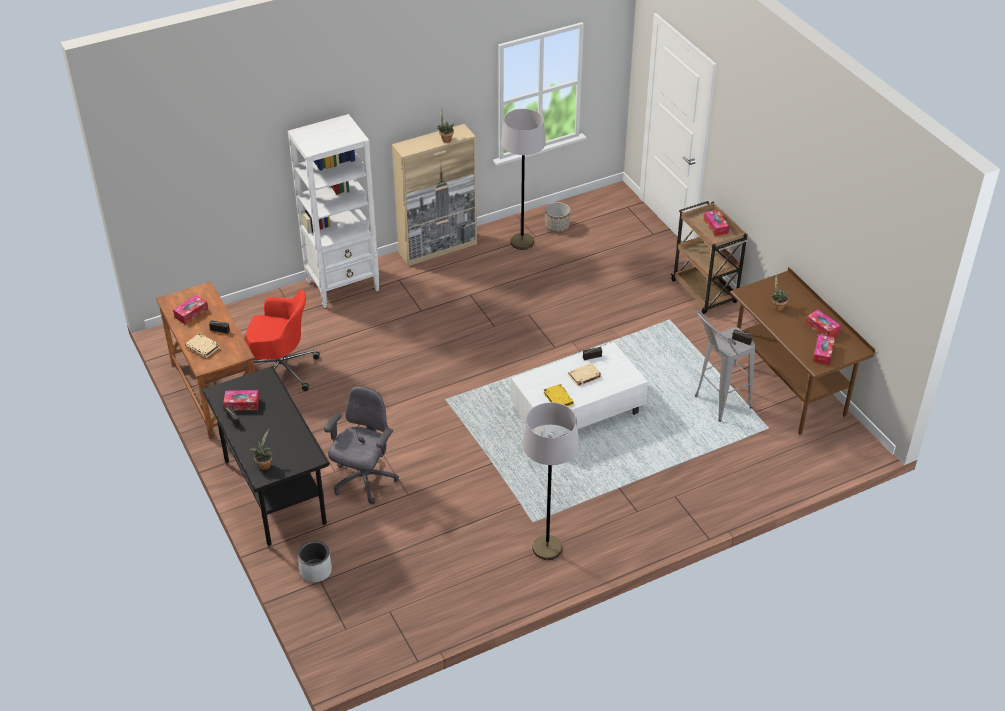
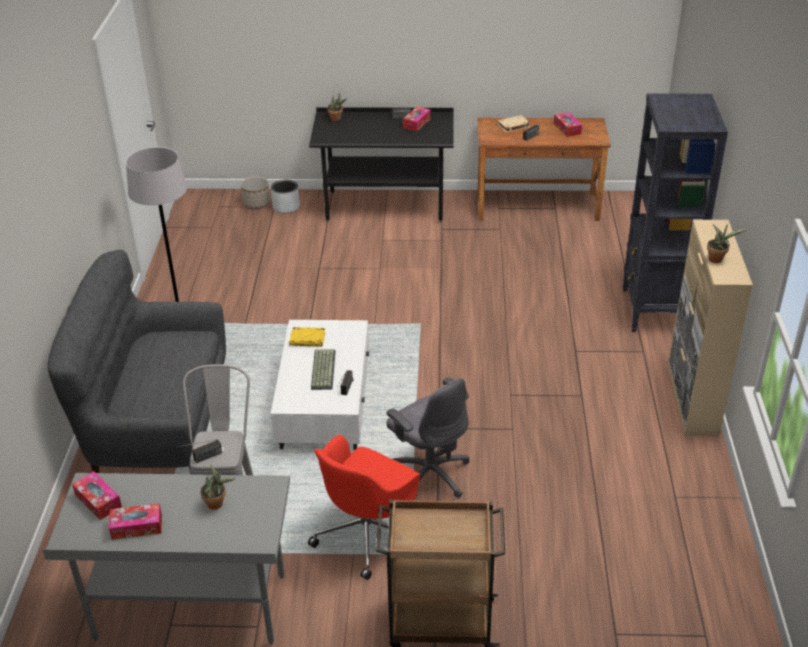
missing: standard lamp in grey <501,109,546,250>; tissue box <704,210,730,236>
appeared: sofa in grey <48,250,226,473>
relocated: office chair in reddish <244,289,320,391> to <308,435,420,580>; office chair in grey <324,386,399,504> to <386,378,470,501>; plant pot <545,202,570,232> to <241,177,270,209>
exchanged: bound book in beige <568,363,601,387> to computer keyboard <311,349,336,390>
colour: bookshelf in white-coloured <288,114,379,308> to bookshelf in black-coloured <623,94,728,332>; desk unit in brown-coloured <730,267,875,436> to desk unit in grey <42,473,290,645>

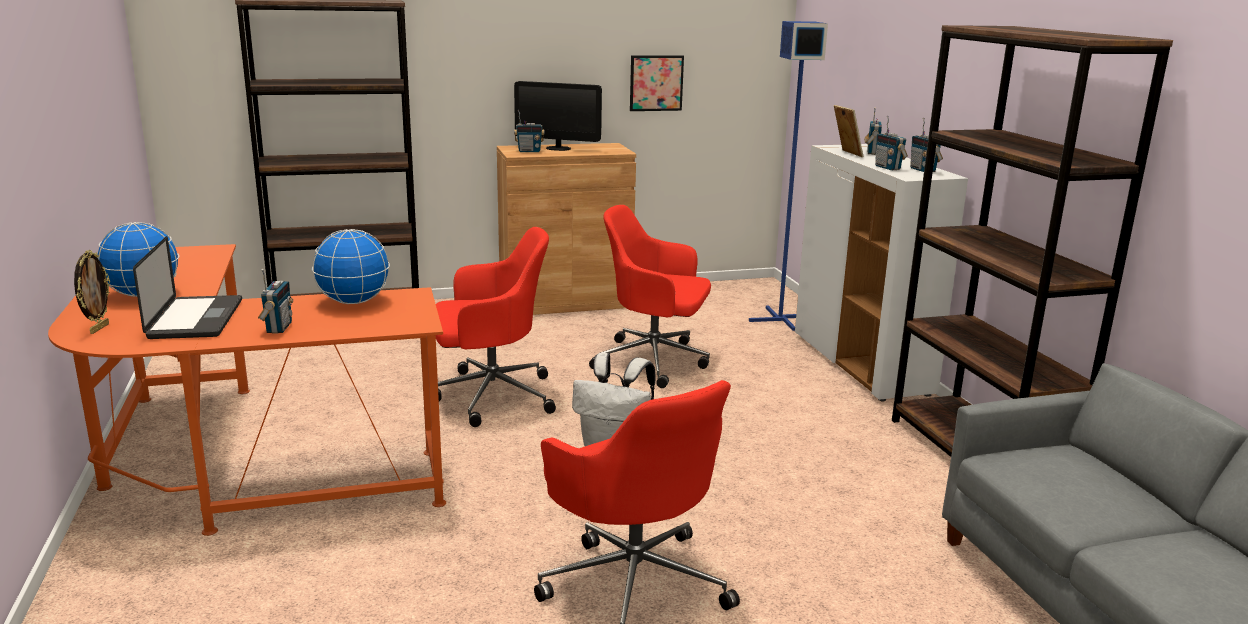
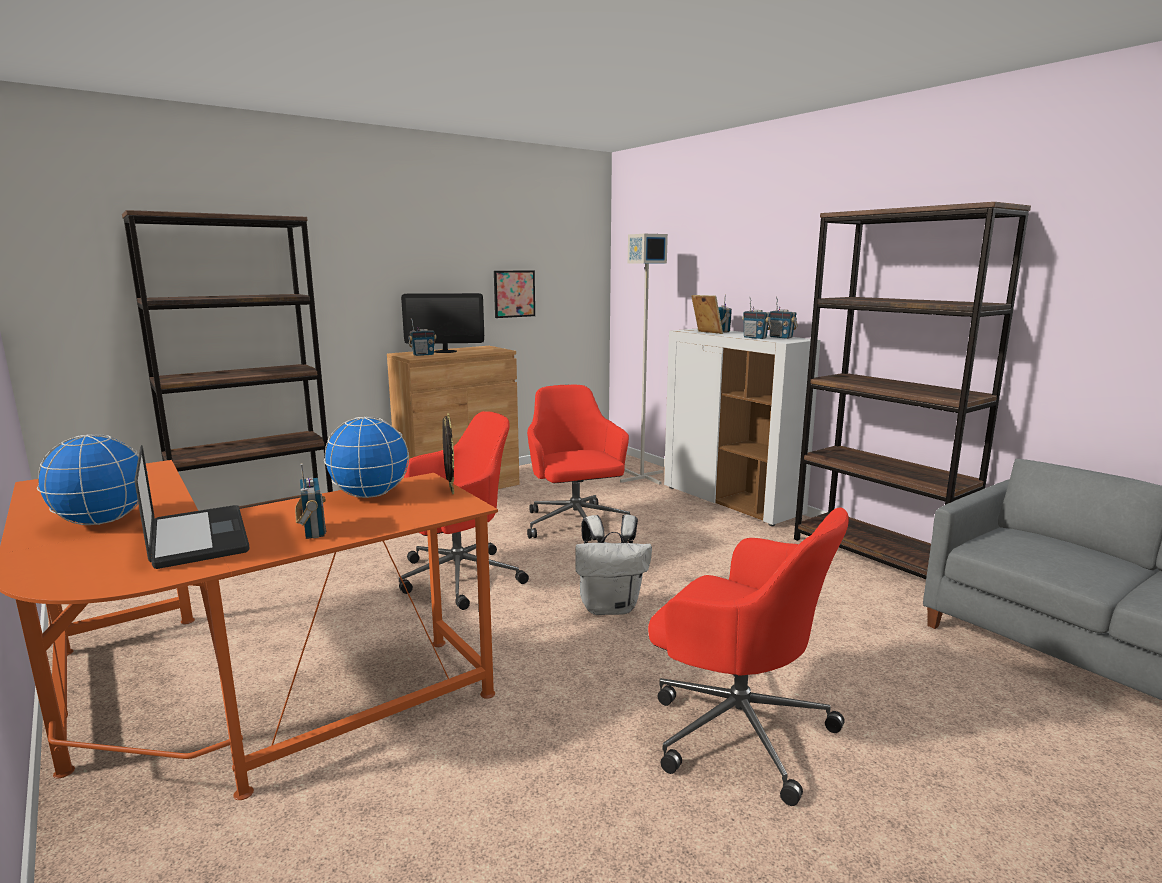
relocated: picture frame <74,250,110,334> to <442,413,454,494>
colour: standard lamp in blue-coloured <749,21,828,331> to standard lamp in grey <620,234,668,485>
spun: office chair in reddish <589,205,711,388> = <527,385,631,541> 75 degrees clockwise

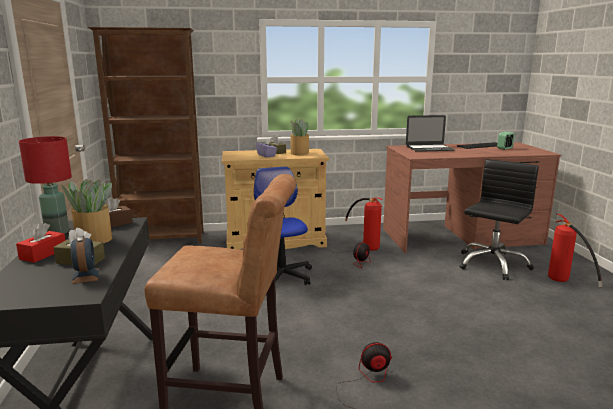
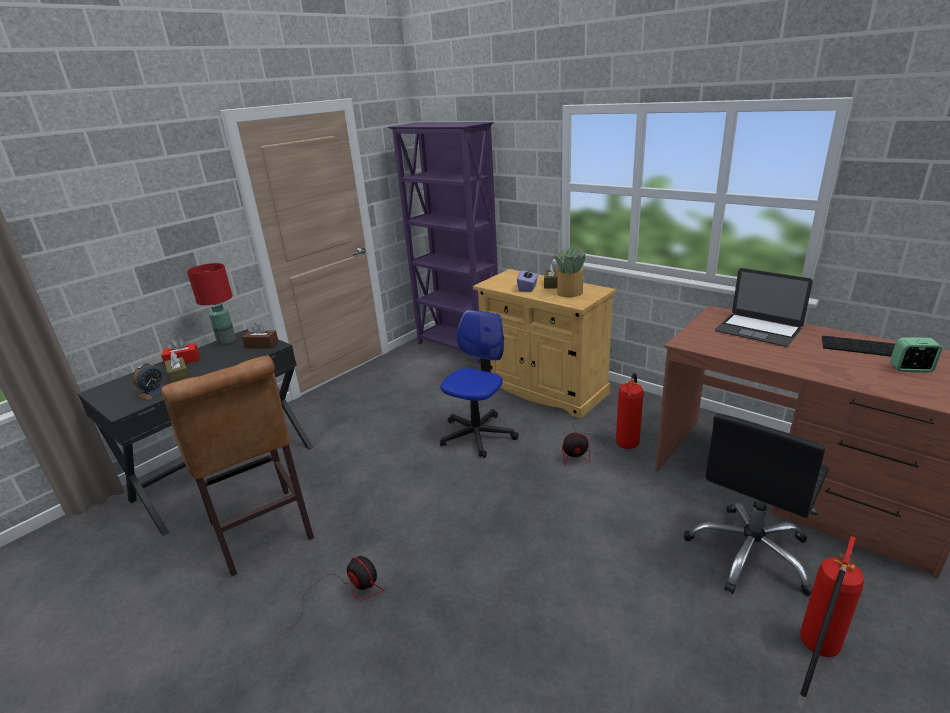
missing: plant in a pot <61,179,112,243>
colour: bookshelf in brown-coloured <88,27,204,244> to bookshelf in purple <388,122,498,364>
spun: office chair in black-coloured <459,159,539,280> = <684,413,829,596> 135 degrees clockwise

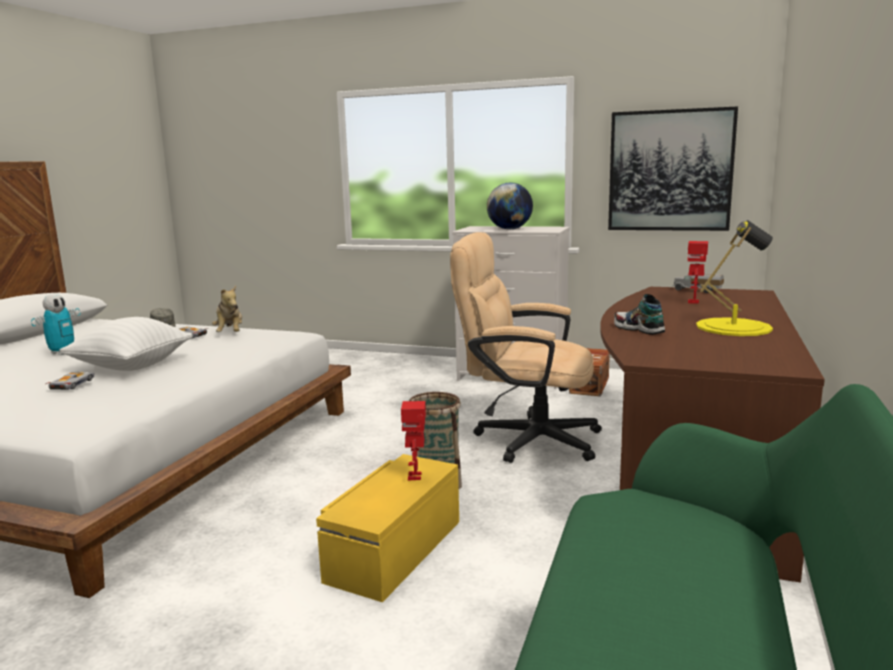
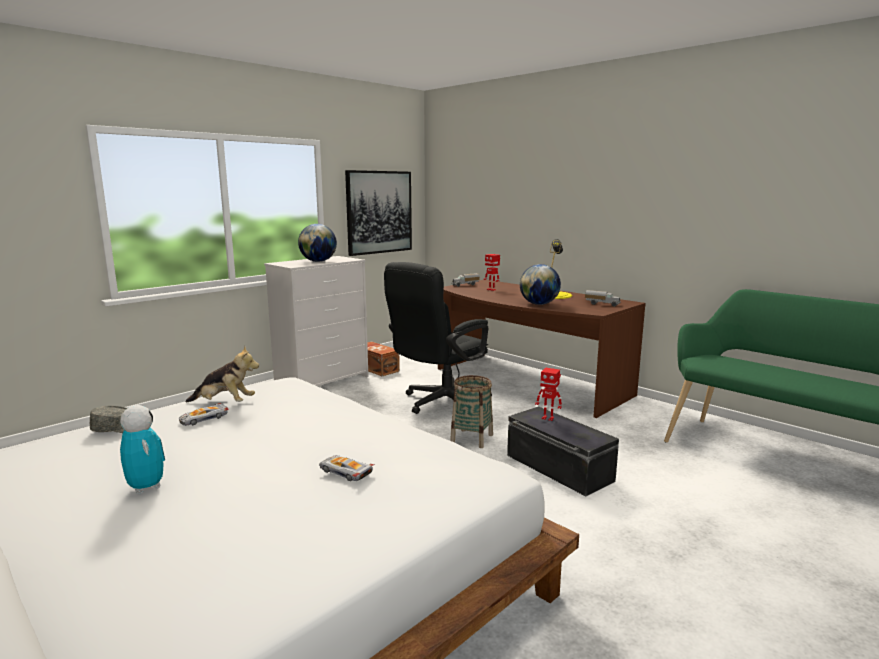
missing: cushion in white-coloured <59,317,193,371>
appeared: model truck <585,290,620,307>
exchanged: shoe <614,294,665,335> to desk globe <520,264,561,305>
colour: storage bin in yellowish <316,454,459,602> to storage bin in black-coloured <507,406,619,496>; office chair in beige <450,232,602,463> to office chair in black-coloured <384,262,492,414>

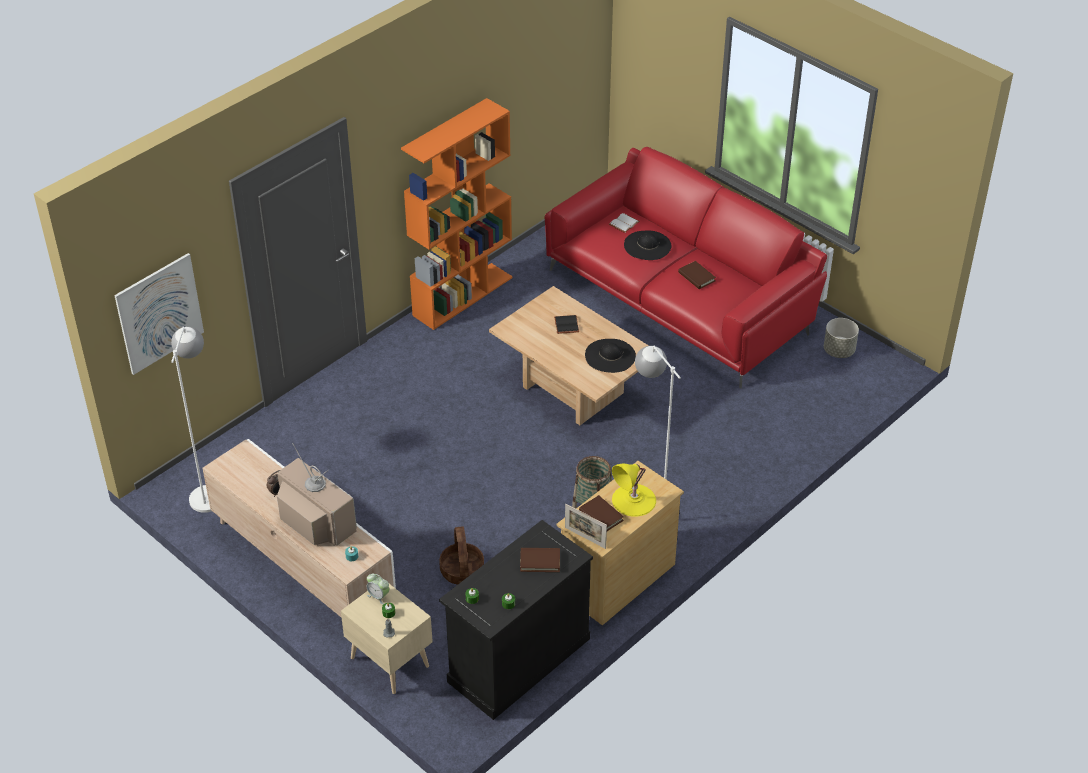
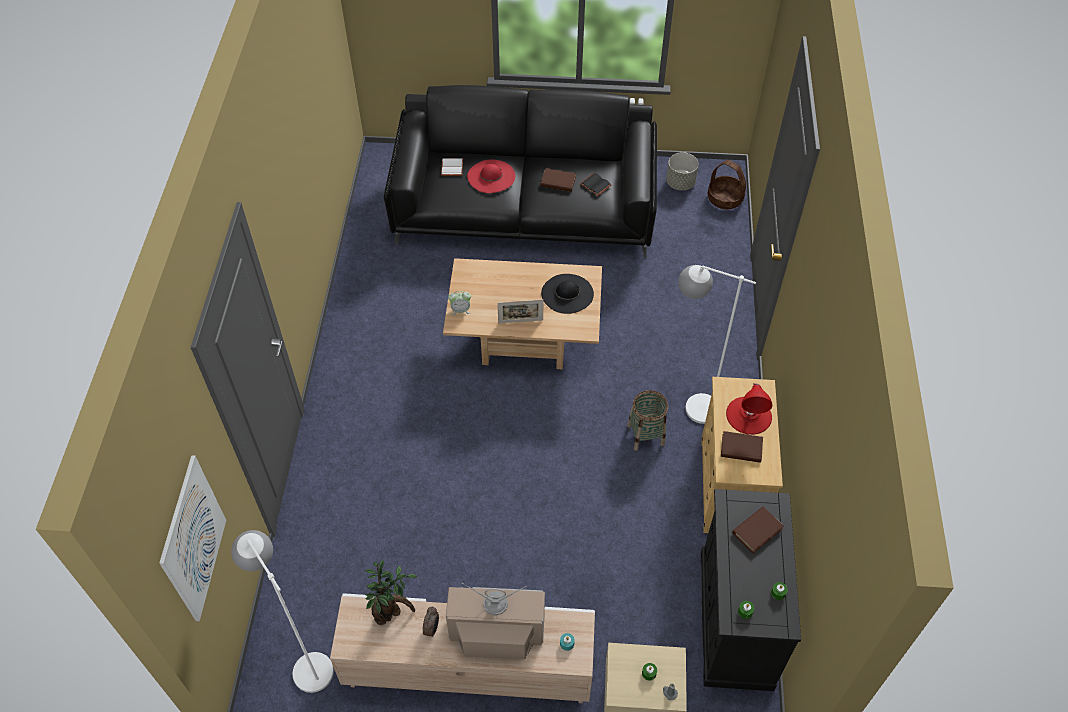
missing: bookshelf in orange-coloured <401,98,512,330>
appeared: plant in a pot <365,559,417,625>
relocated: bedside clock <366,573,389,605> to <448,291,471,315>; storage basket <439,526,484,584> to <708,160,746,209>; bound book in black-coloured <554,315,579,334> to <580,173,612,196>; picture frame <565,504,607,549> to <497,299,543,323>
colour: sofa in reddish <544,147,827,388> to sofa in black-coloured <384,85,657,258>; lamp for a table in yellowish <612,464,656,517> to lamp for a table in reddish <726,383,772,435>; clothing hat in black-coloured <624,231,671,260> to clothing hat in reddish <467,159,515,193>

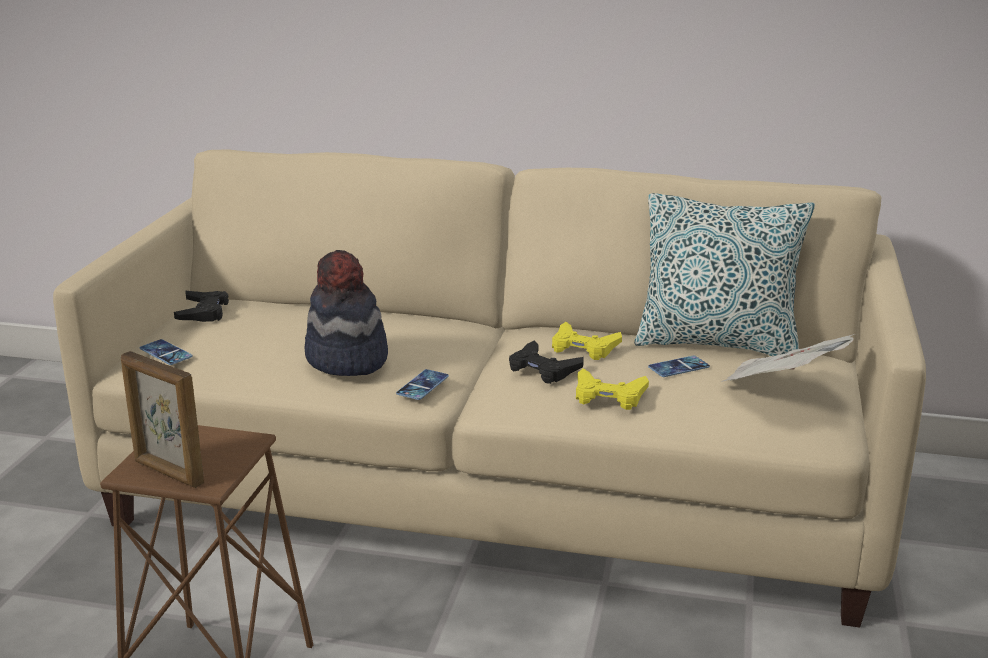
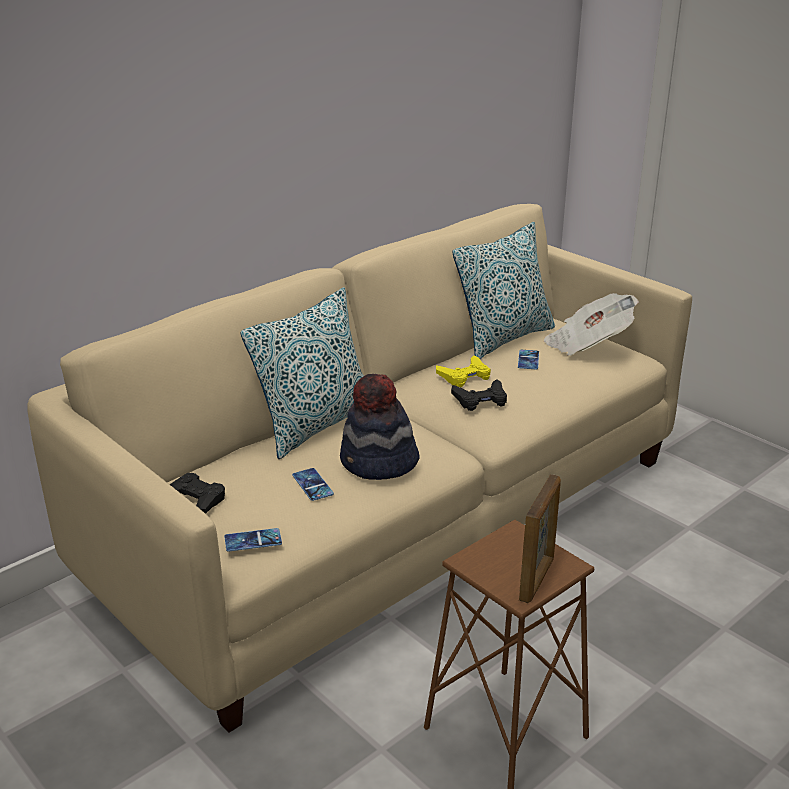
missing: gamepad in yellowish <576,369,649,410>
appeared: cushion <241,287,364,459>
relocated: handset <396,369,449,400> to <292,468,334,501>
spun: picture frame <121,351,204,488> = <519,474,561,603> 45 degrees counterclockwise

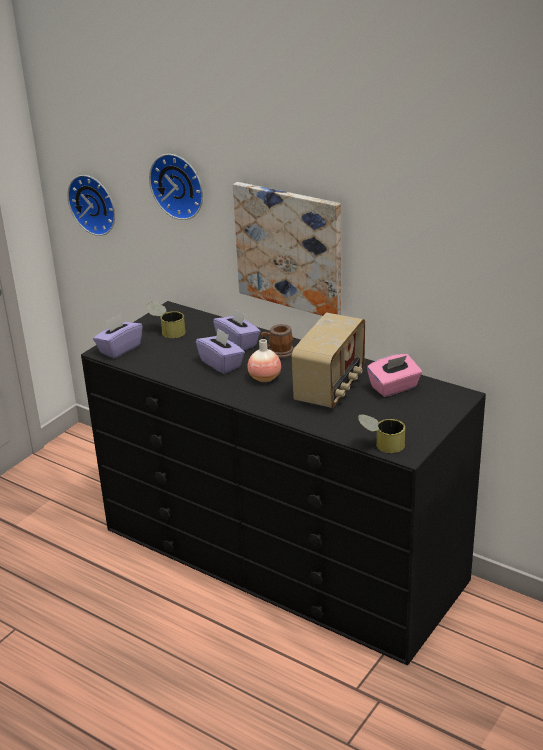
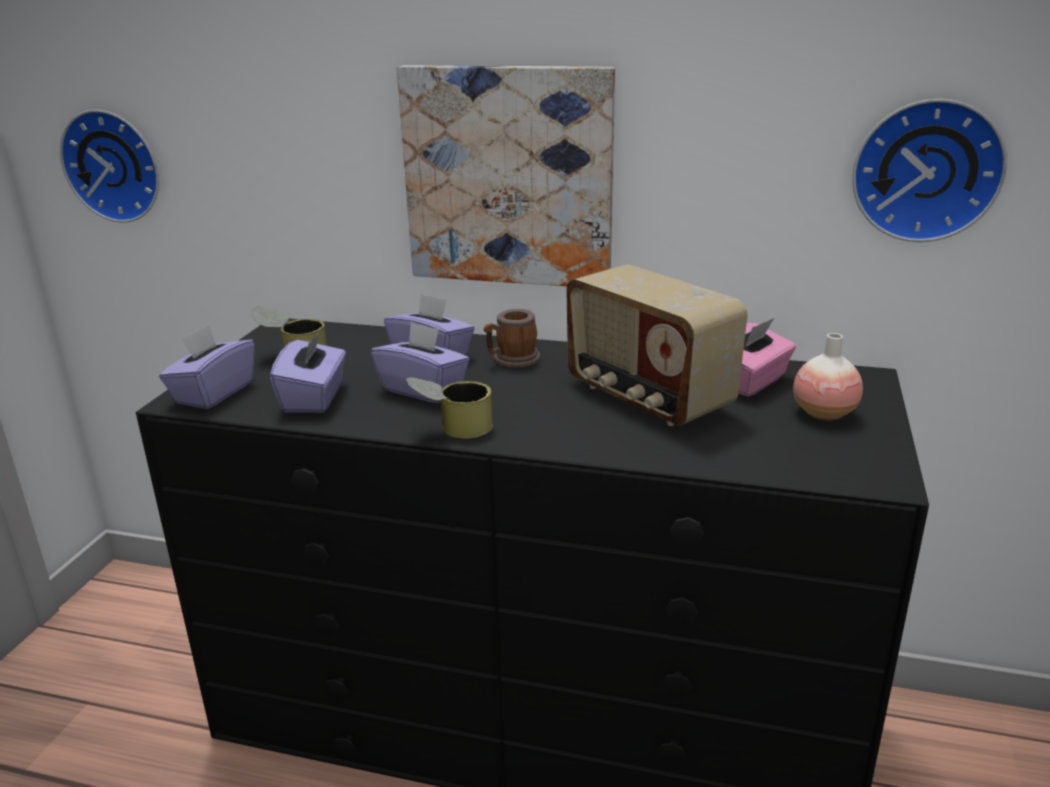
appeared: tissue box in purple <270,329,346,413>
relocated: wall clock <149,154,203,220> to <852,99,1007,242>; vase <247,339,281,382> to <793,333,863,420>; metal can <358,414,406,453> to <406,377,493,439>
spun: radio <292,313,365,408> = <566,264,748,426> 135 degrees clockwise

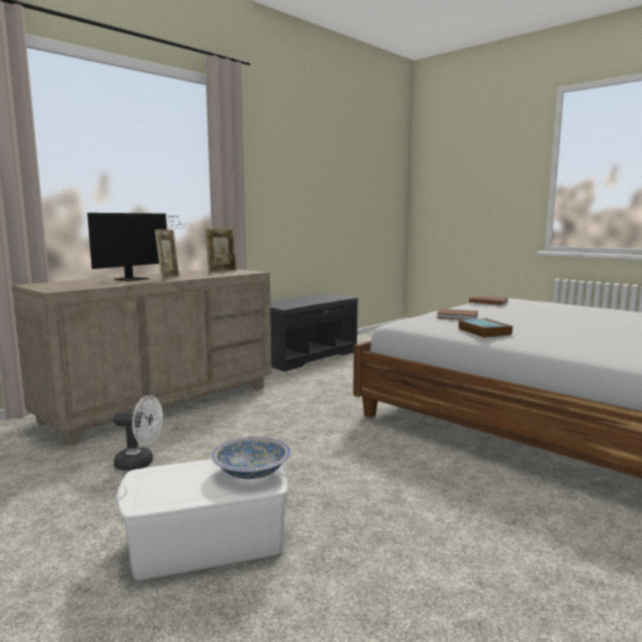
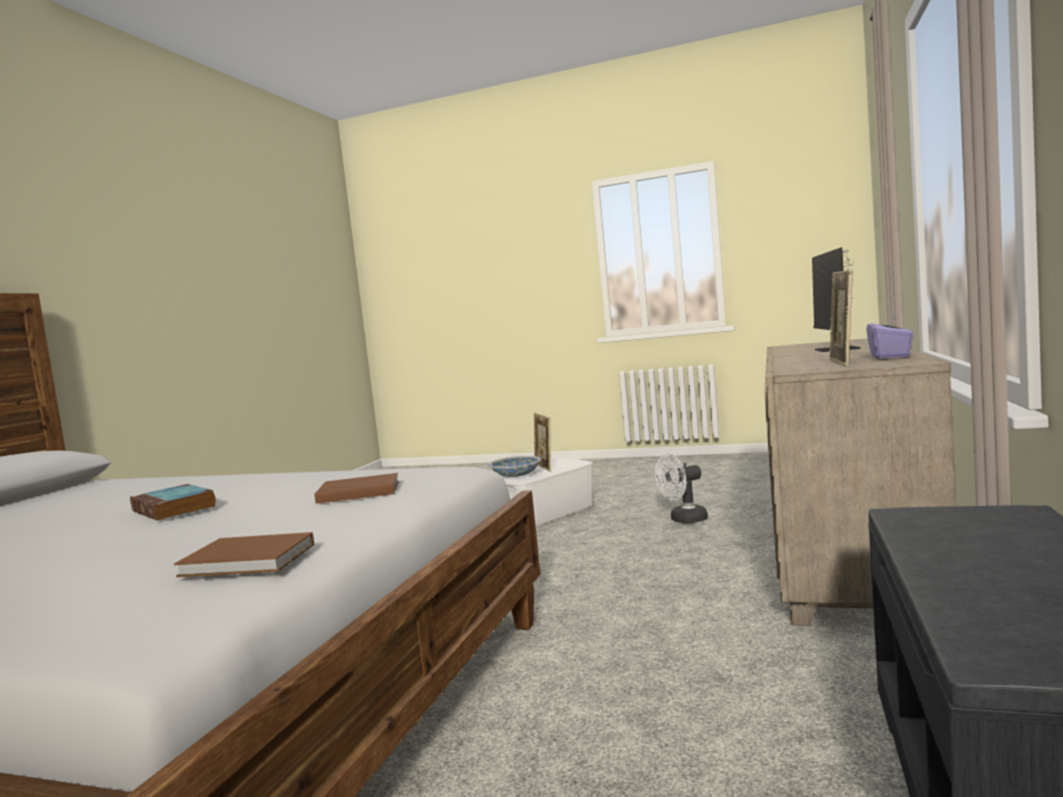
appeared: tissue box in purple <866,312,914,359>
relocated: picture frame <155,230,179,281> to <534,413,551,471>; bound book <458,318,513,337> to <130,484,216,521>

